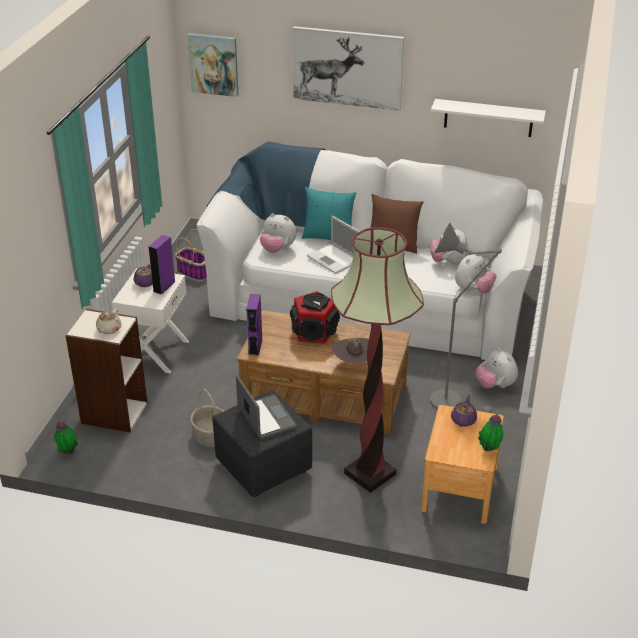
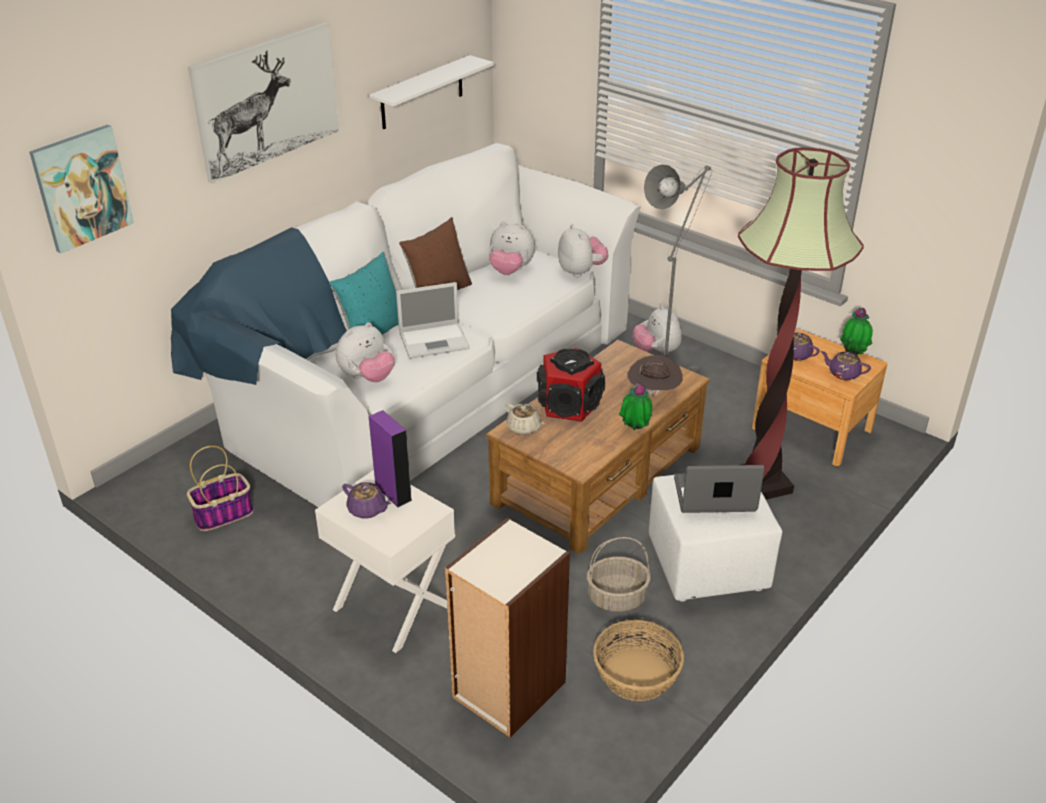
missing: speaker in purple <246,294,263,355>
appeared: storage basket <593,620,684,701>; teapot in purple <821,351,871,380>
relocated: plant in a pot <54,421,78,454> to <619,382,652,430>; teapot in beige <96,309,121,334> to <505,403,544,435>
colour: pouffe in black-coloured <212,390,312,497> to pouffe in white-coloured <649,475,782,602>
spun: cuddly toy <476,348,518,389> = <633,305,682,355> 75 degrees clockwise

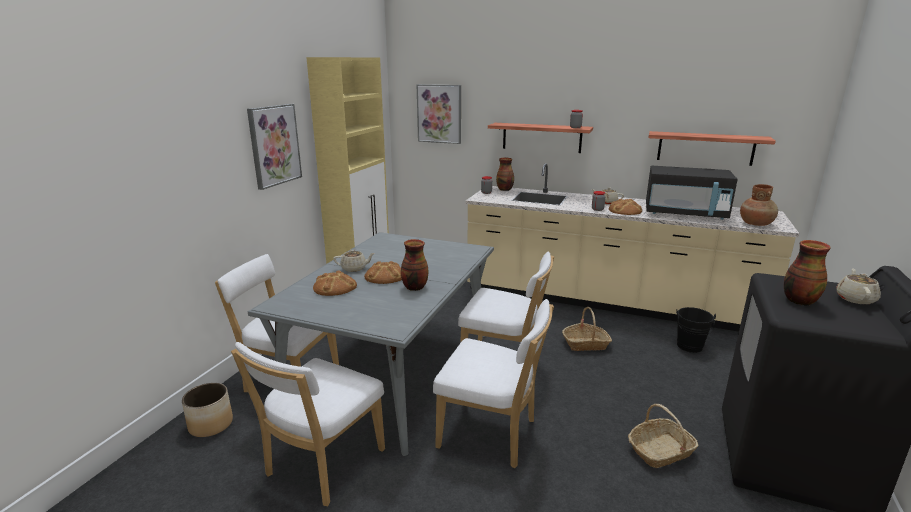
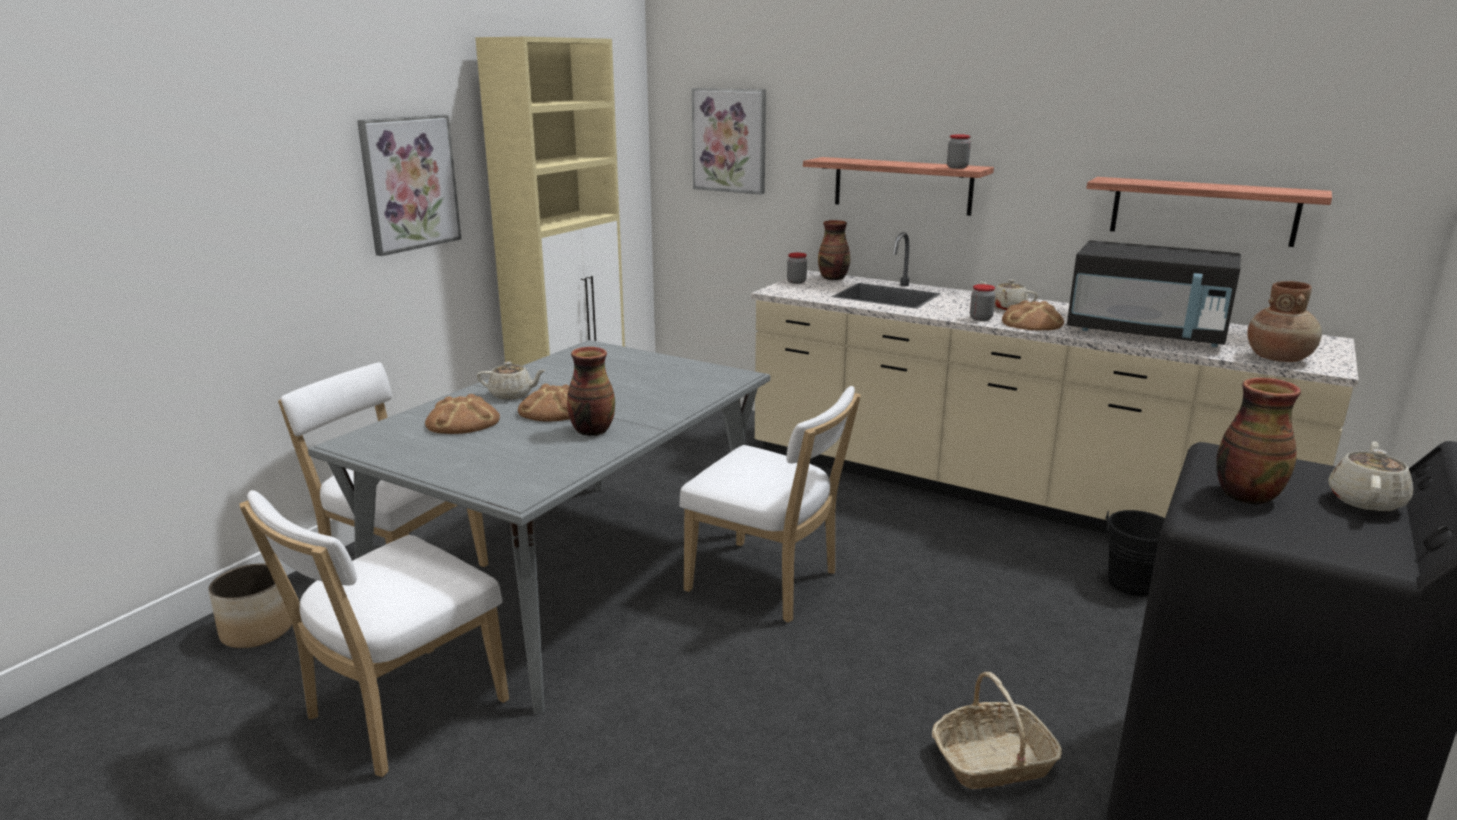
missing: chair in white-coloured <433,299,554,468>; storage basket <562,307,612,351>

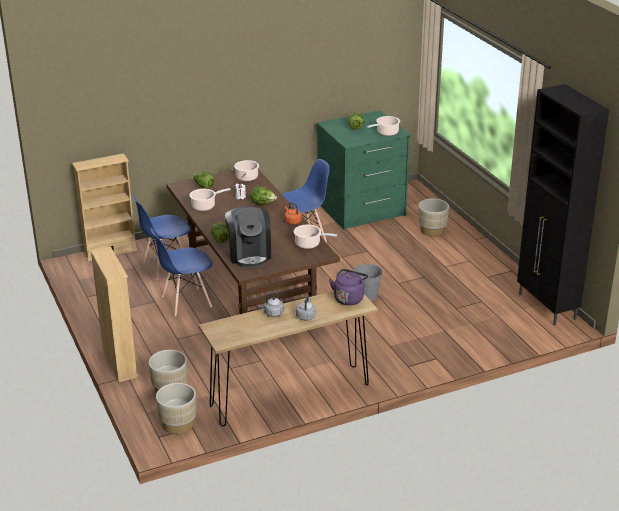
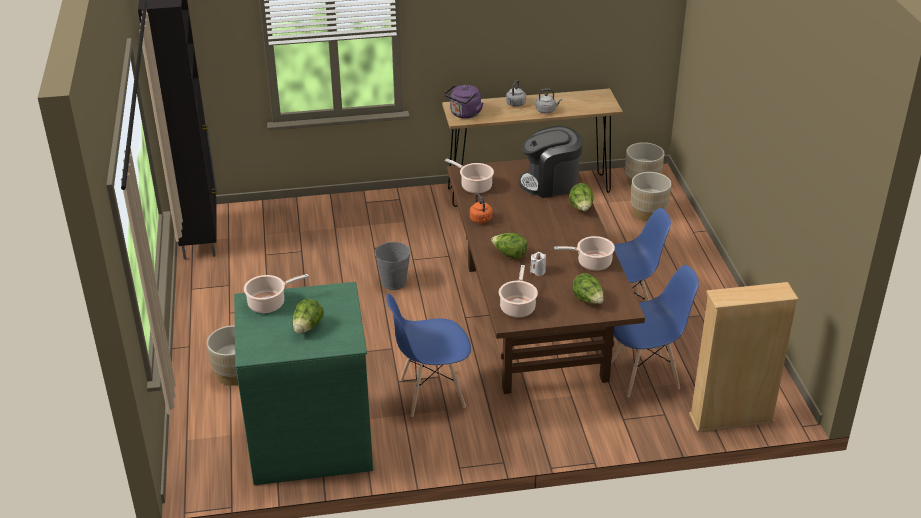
missing: bookshelf in beige <91,247,139,382>
spun: coffee maker <225,206,271,268> = <519,126,583,198> 105 degrees counterclockwise

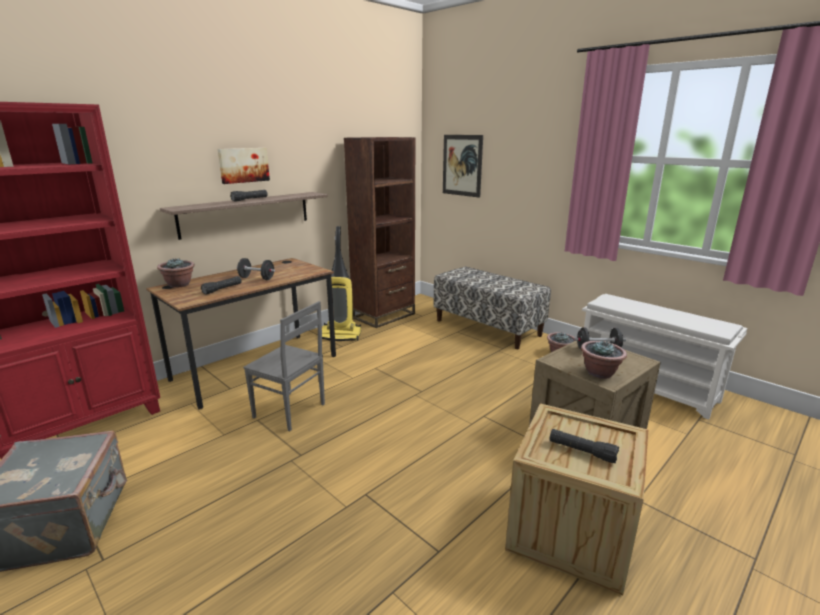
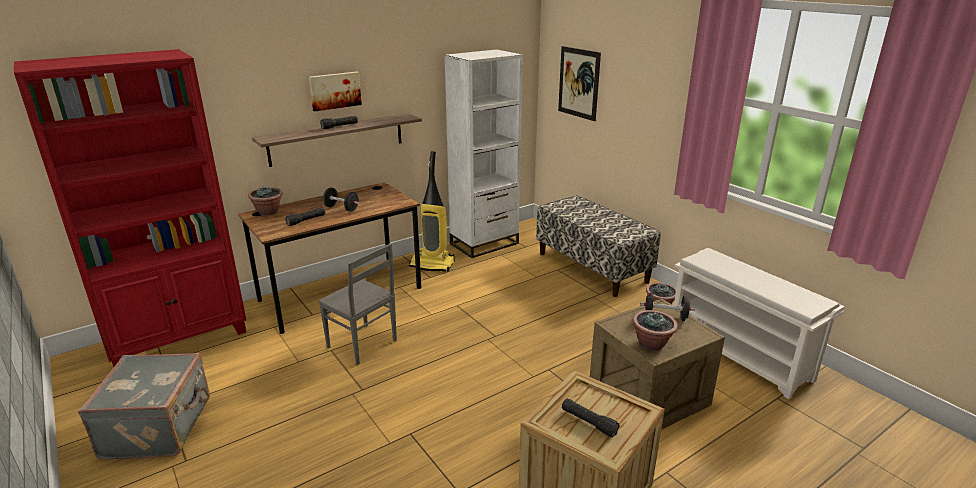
colour: bookshelf in brown-coloured <344,137,415,328> to bookshelf in white-coloured <444,49,523,258>

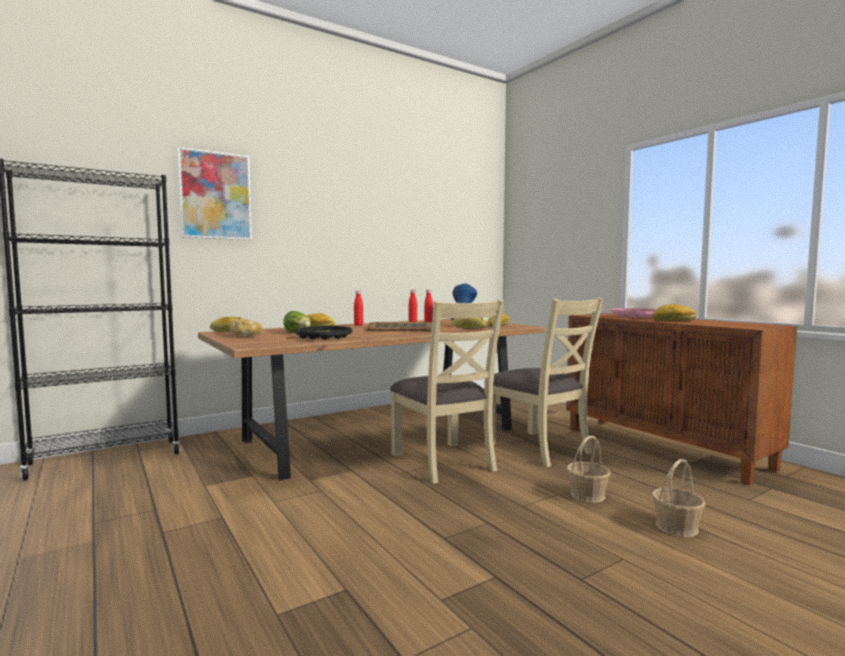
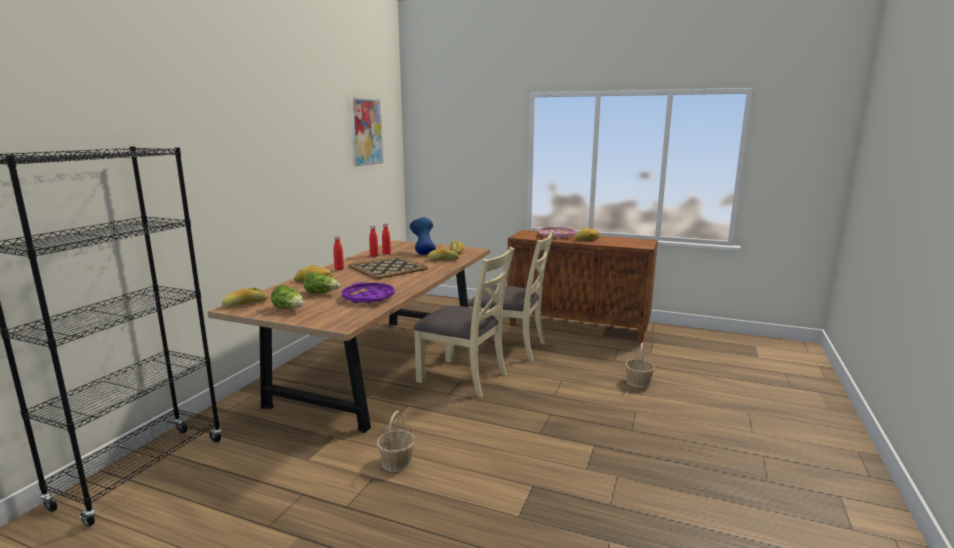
relocated: picture <178,147,252,240> to <350,97,384,166>; storage basket <567,436,611,503> to <377,410,415,472>
exchanged: bakery bread <230,319,262,336> to lettuce head <271,285,304,309>
colour: carrying tray in black-coloured <295,326,352,340> to carrying tray in purple <342,282,394,303>

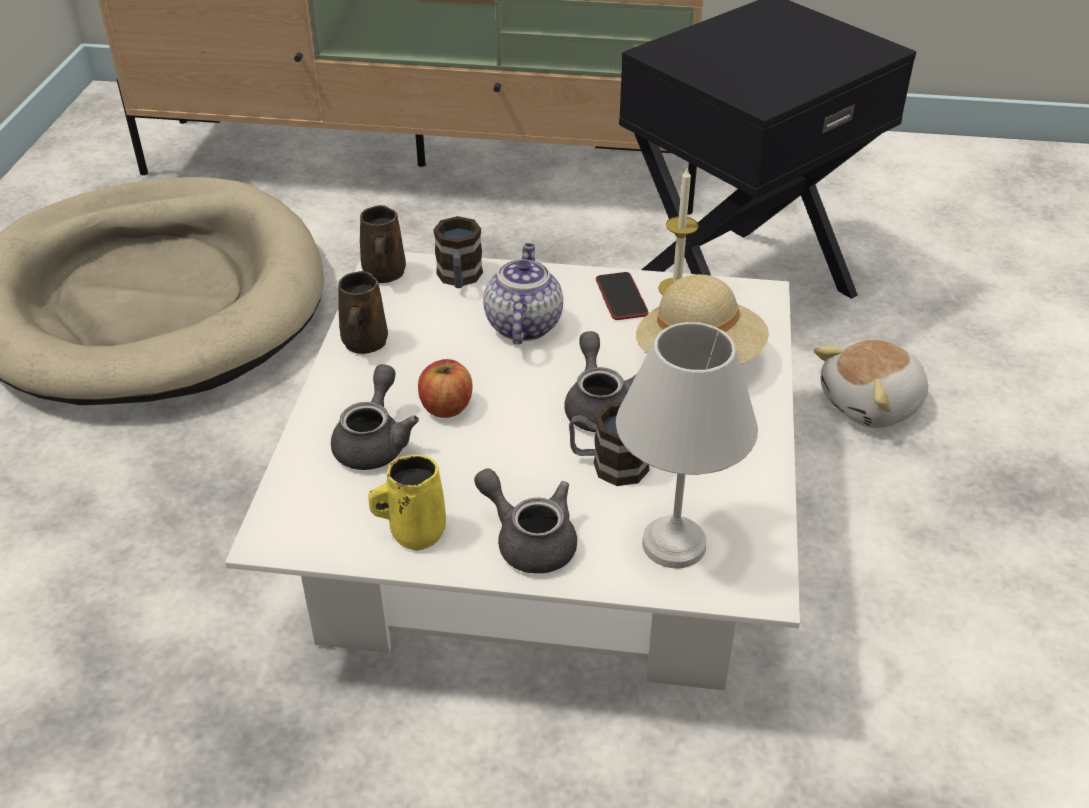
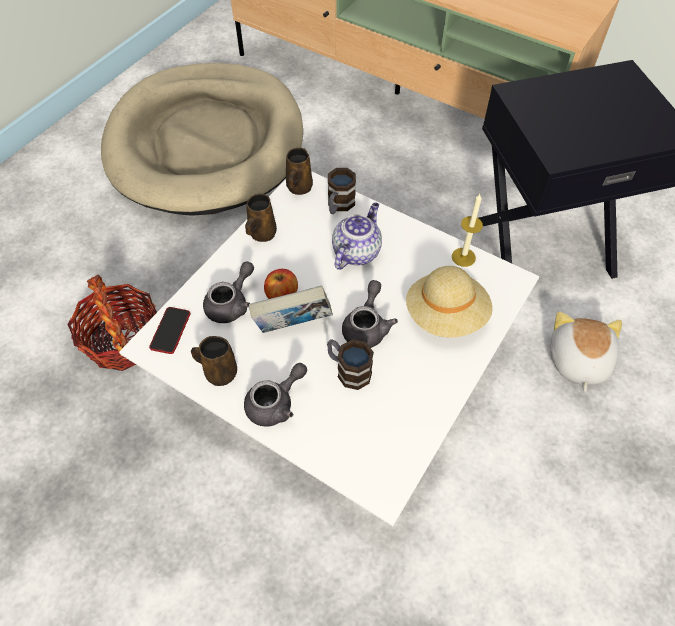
missing: lamp for a table in white-coloured <616,322,758,568>
appeared: storage basket <67,275,157,371>; bound book <249,285,333,333>
relocated: handset <596,272,649,320> to <149,307,191,354>
colour: coffee mug in yellowish <368,454,446,551> to coffee mug in brown-coloured <191,336,237,386>
spun: teapot in grey <474,468,577,574> = <244,363,307,427> 75 degrees clockwise; cuddly toy <814,339,928,428> = <551,311,622,392> 105 degrees clockwise

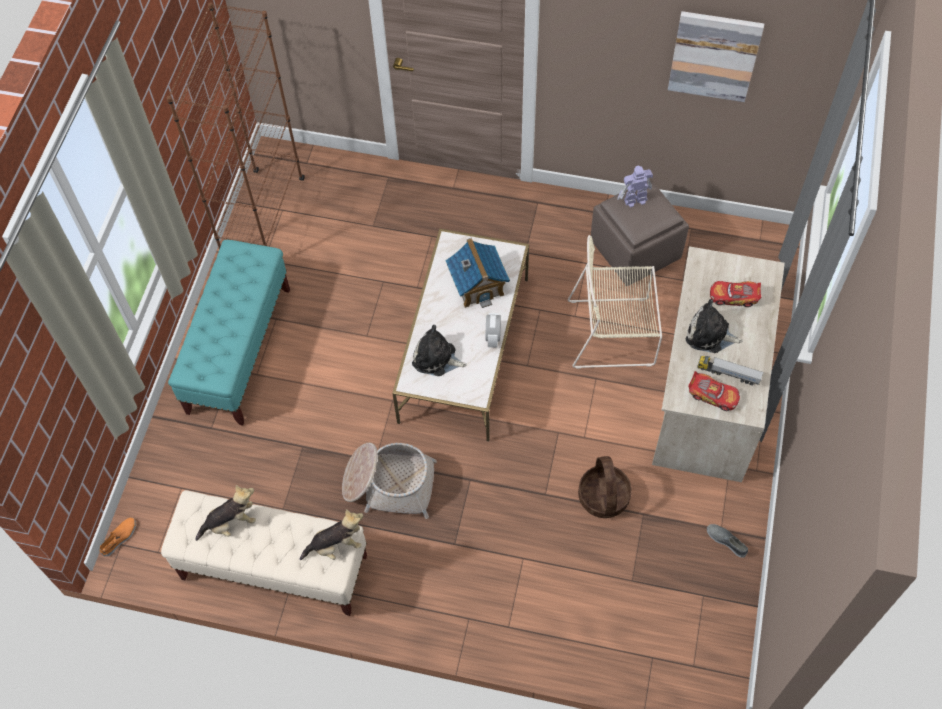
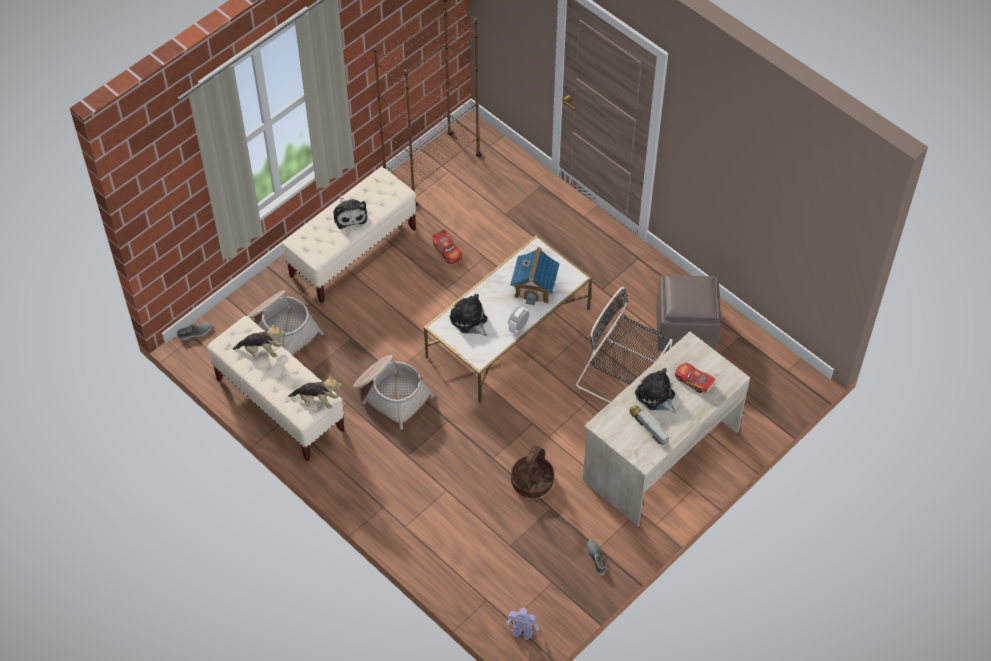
missing: picture <668,11,764,102>
appeared: storage basket <247,290,324,354>; cuddly toy <333,198,367,229>
relocated: model robot <617,166,653,207> to <506,607,540,640>; toy car <688,371,740,411> to <432,230,462,264>
colour: shoe in orange-coloured <99,518,136,556> to shoe in grey <177,322,212,340>; long seat in turquoise <168,240,290,426> to long seat in beige <283,168,416,304>; chair in beige <568,235,662,369> to chair in black-coloured <576,287,673,403>

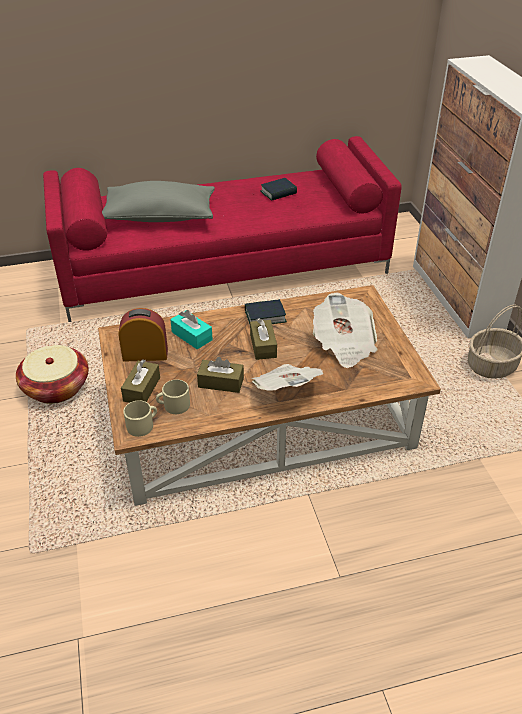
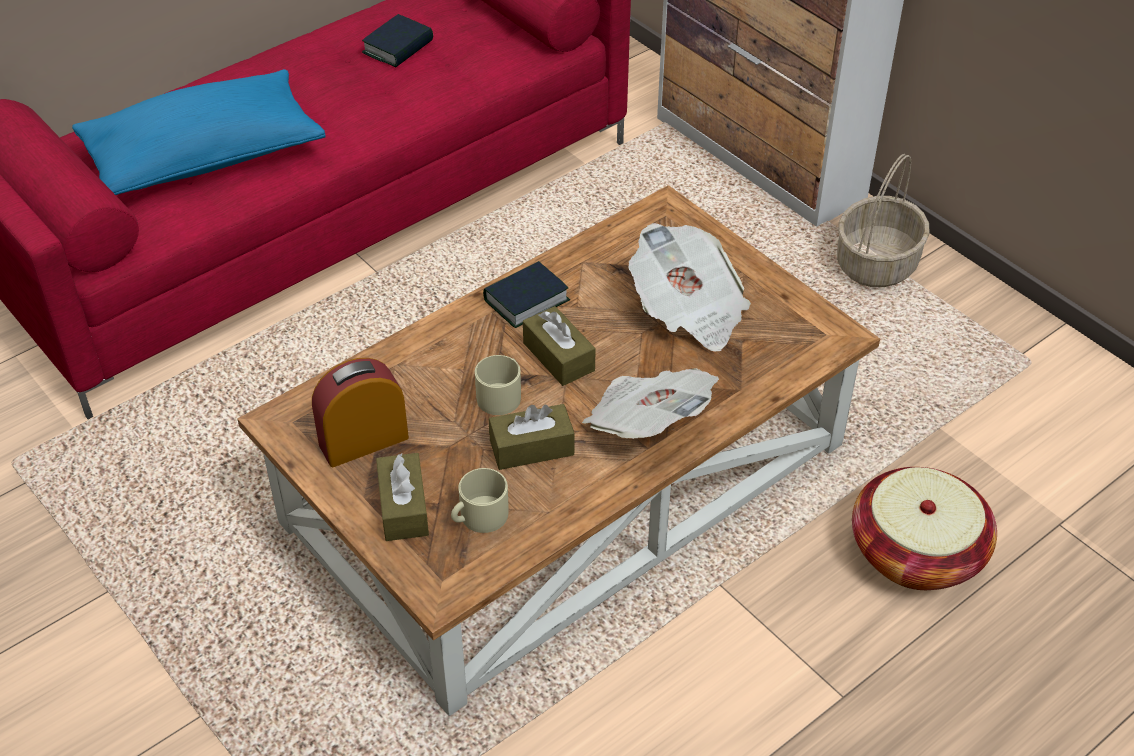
missing: tissue box in turquoise <170,310,213,349>
relocated: storage basket <16,345,89,404> to <852,467,997,590>; coffee mug in beige <123,400,157,437> to <475,355,521,415>
colour: cushion in grey <102,181,215,222> to cushion in blue-coloured <72,69,326,195>

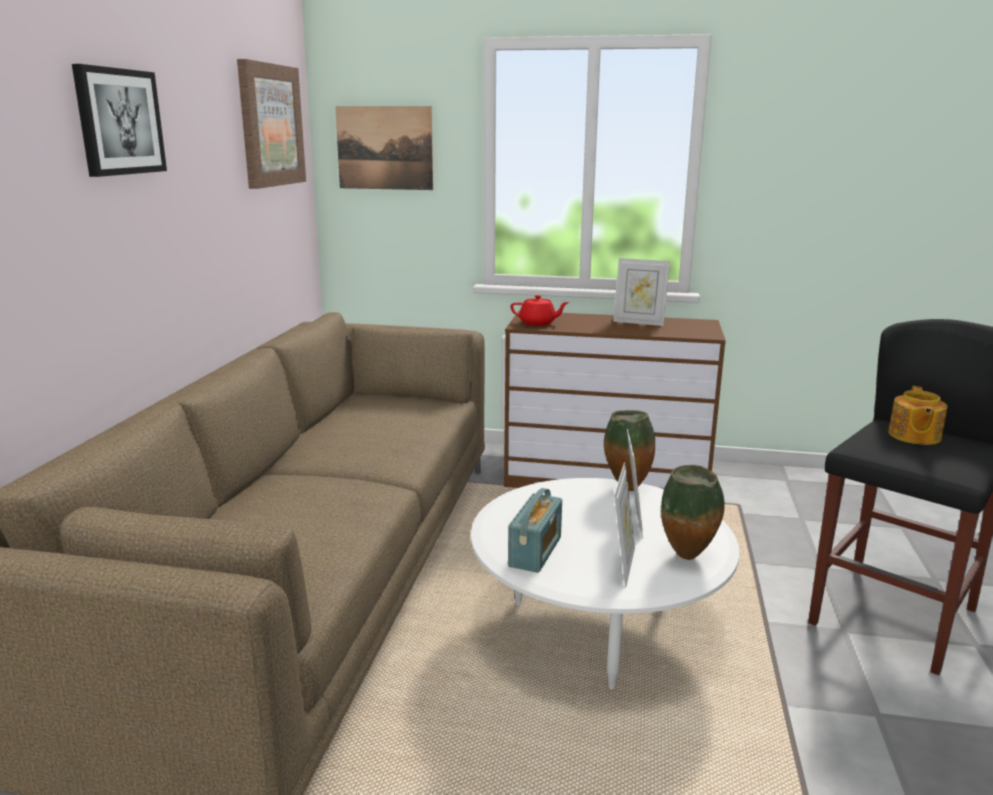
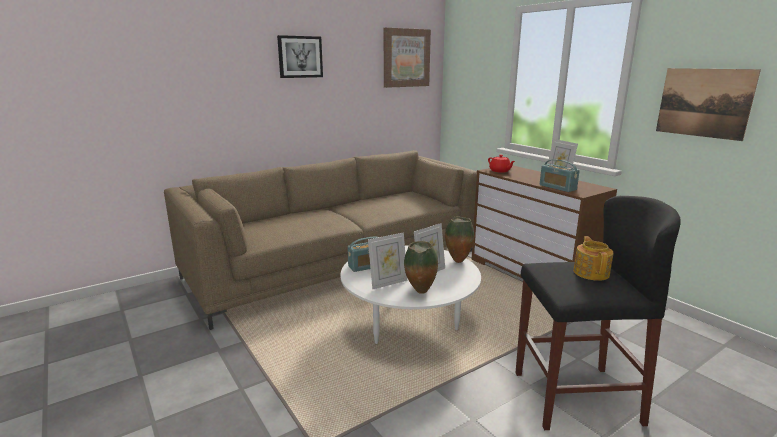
appeared: radio <540,159,580,192>
relocated: picture <335,106,433,190> to <656,68,761,141>
spun: teapot <888,386,948,445> = <573,236,613,281> 120 degrees clockwise

